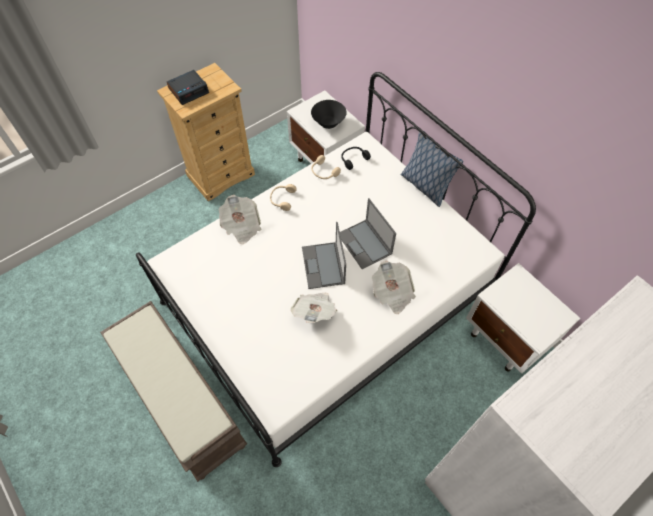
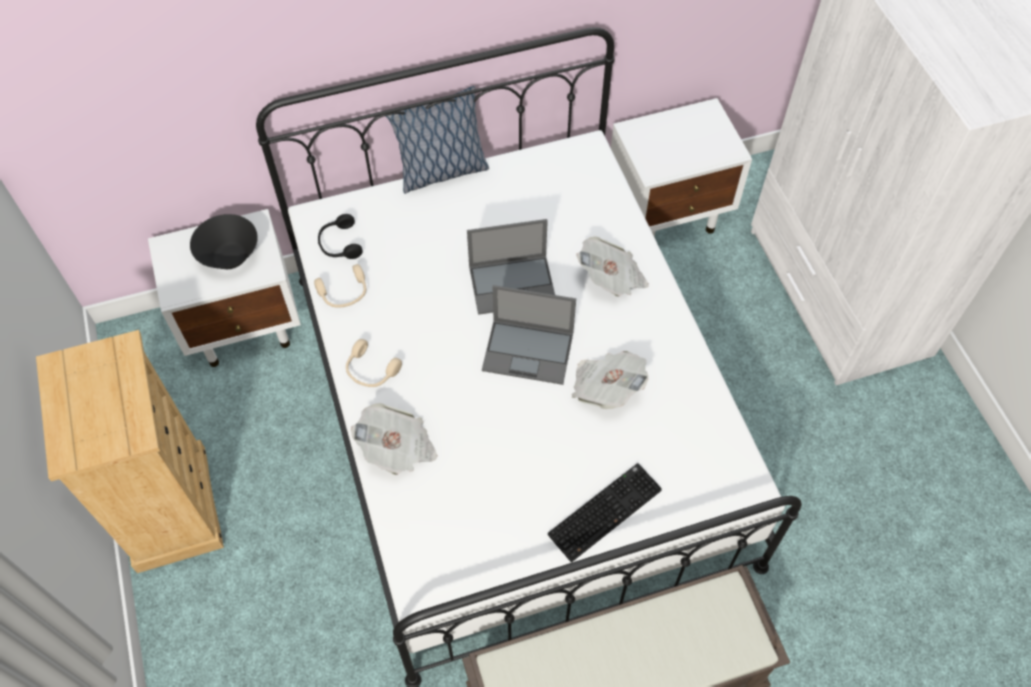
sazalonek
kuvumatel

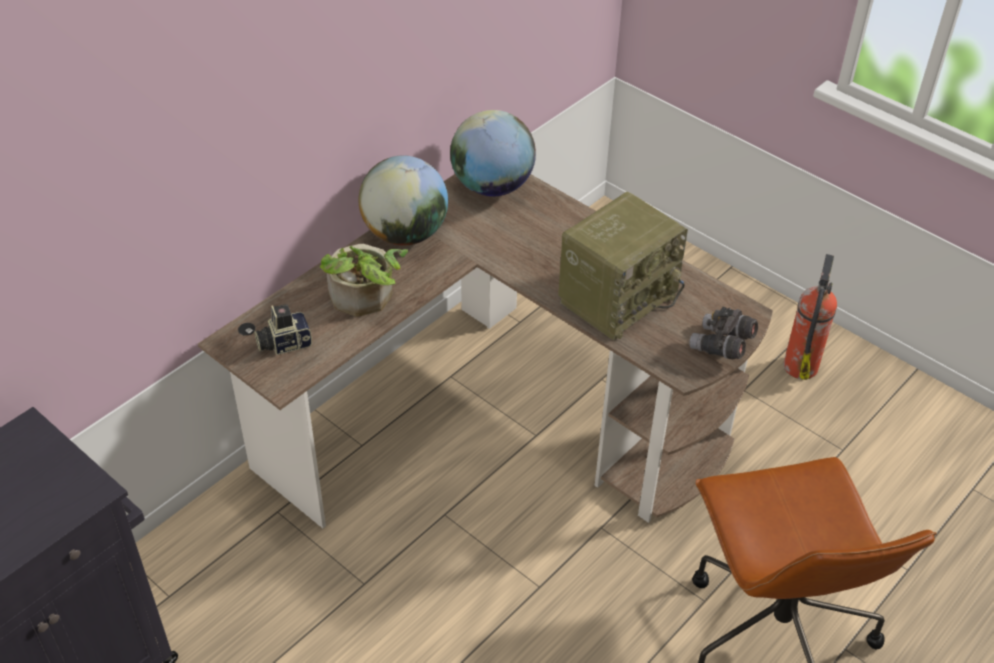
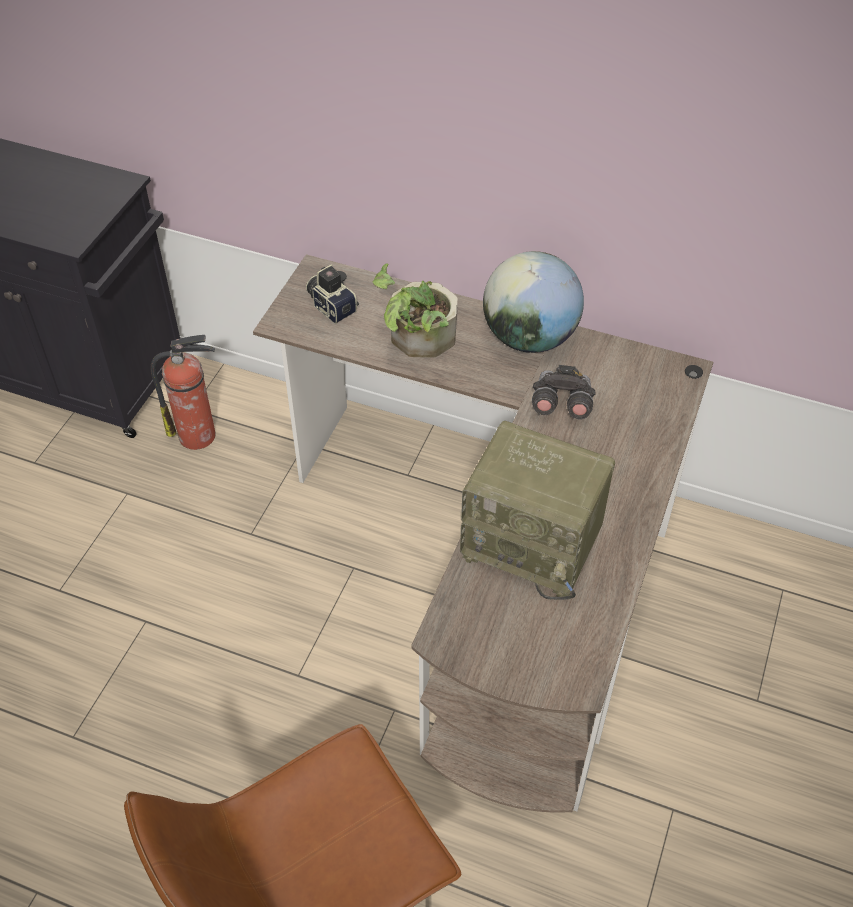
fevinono (2nd from left in the first image)
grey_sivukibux
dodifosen

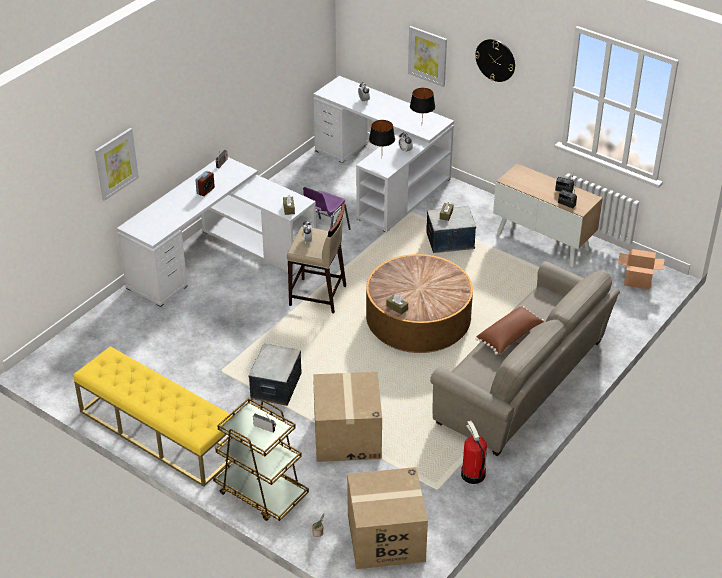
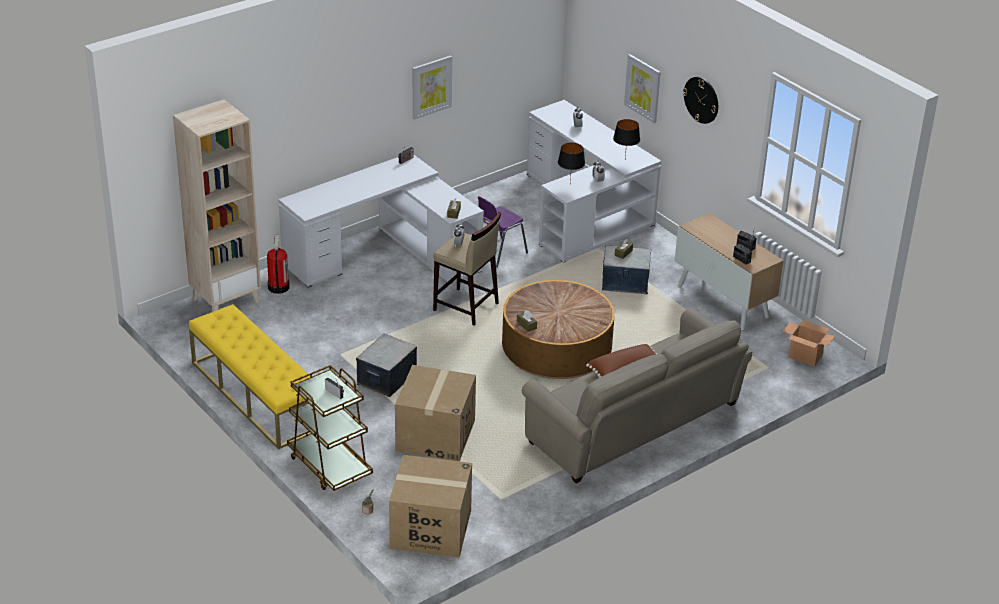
sazalonek (1st from left in the first image)
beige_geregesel
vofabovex (1st from left)
dodifosen

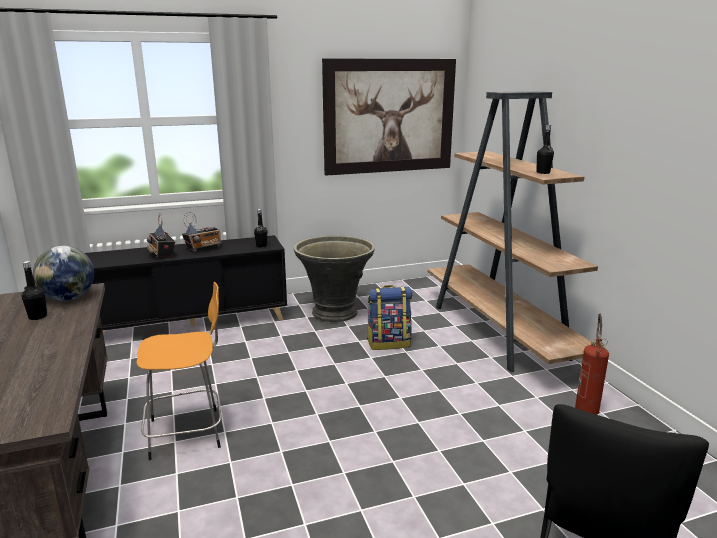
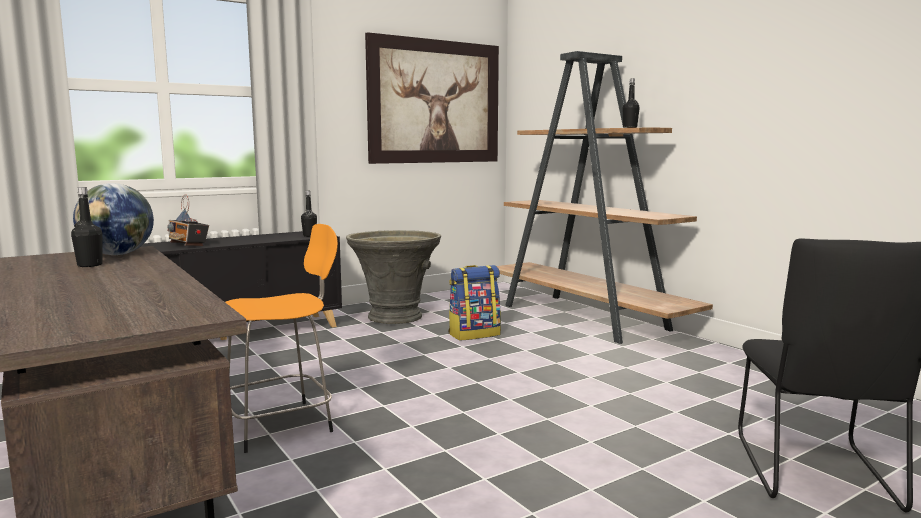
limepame (2nd from left in the first image)
dodifosen

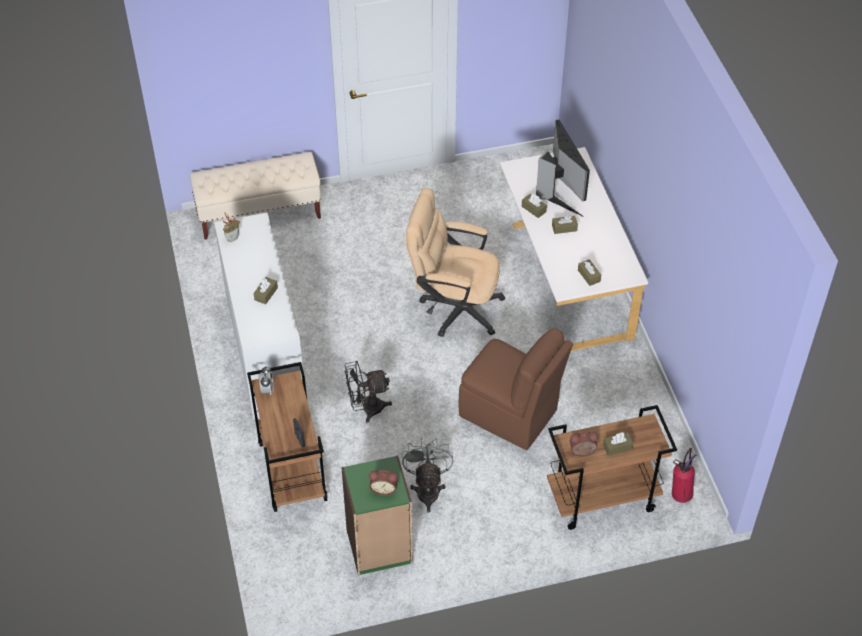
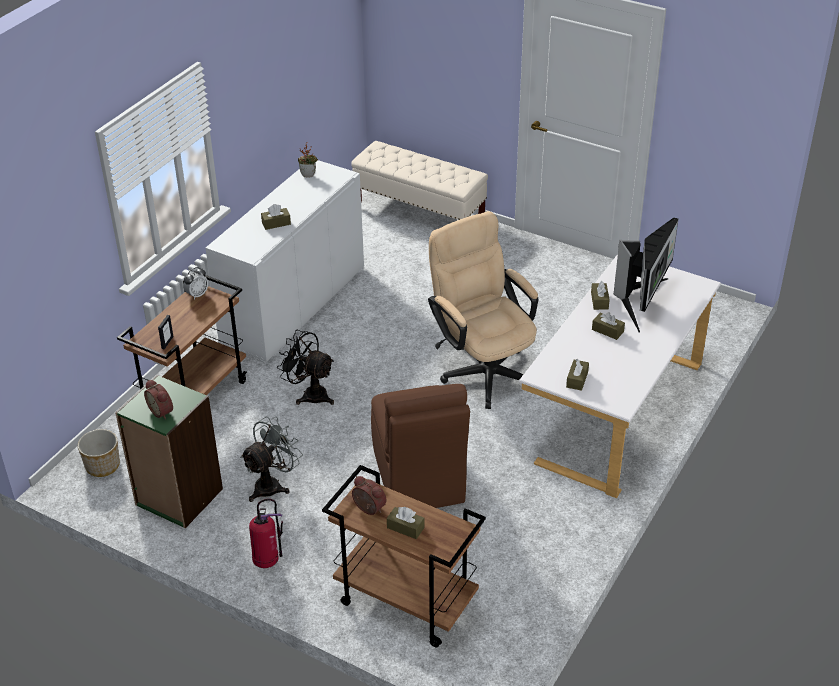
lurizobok
dodifosen

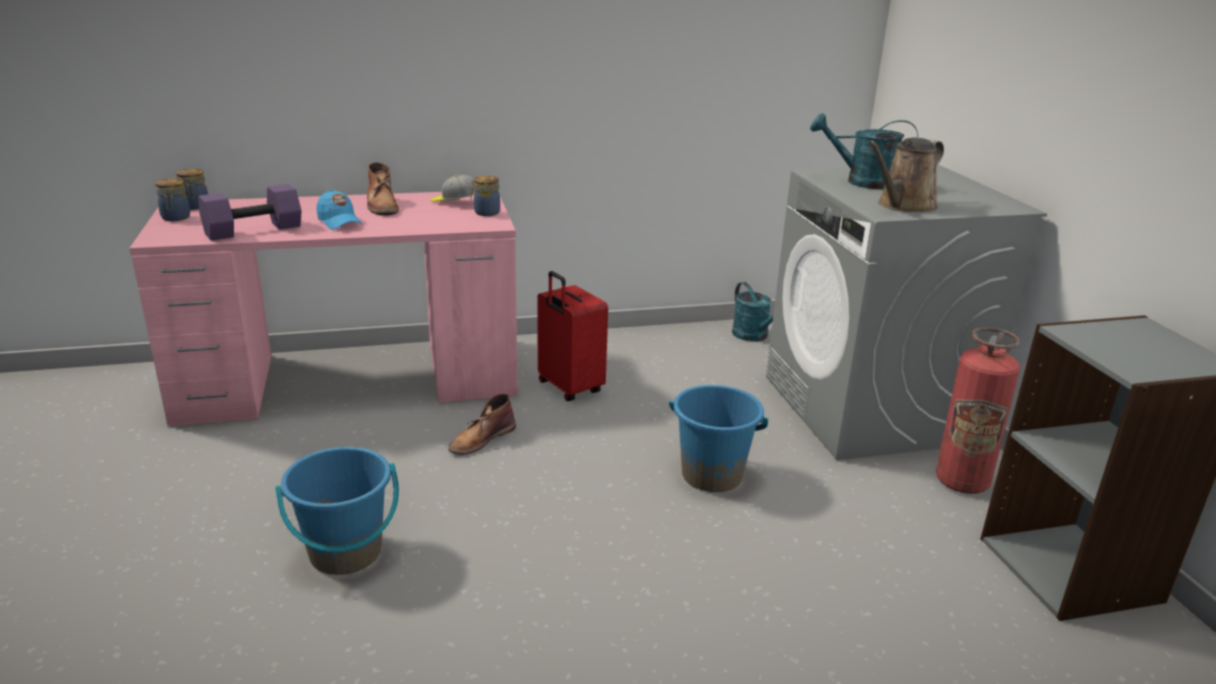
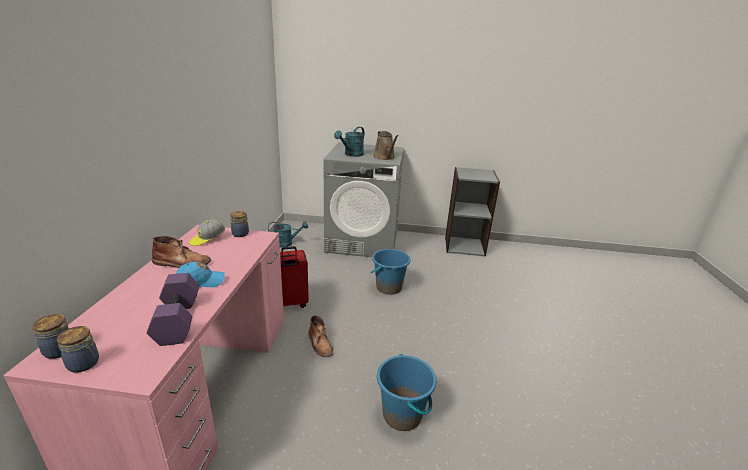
dodifosen

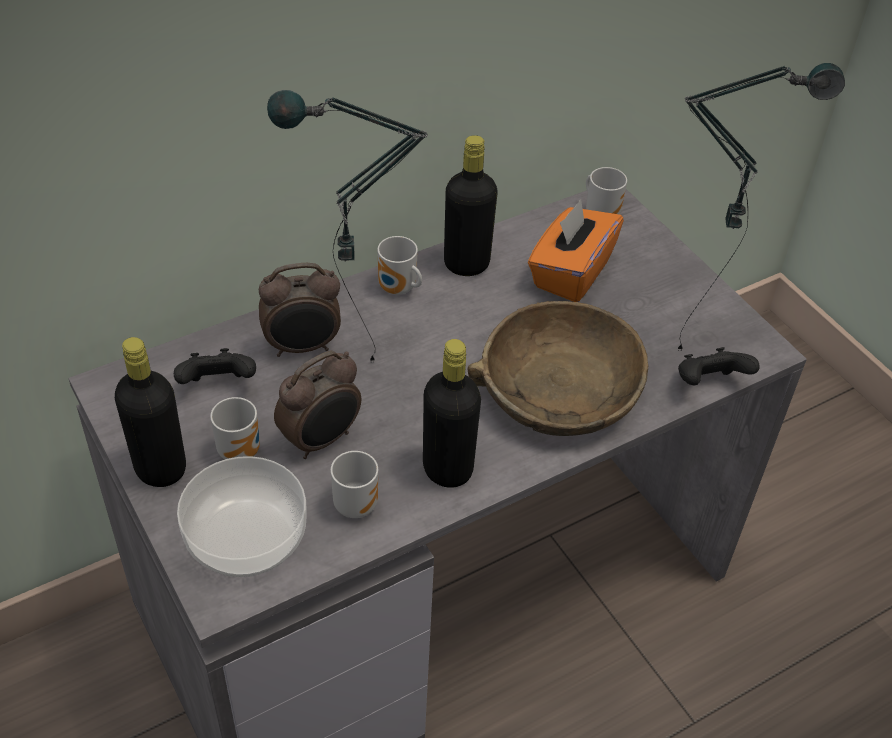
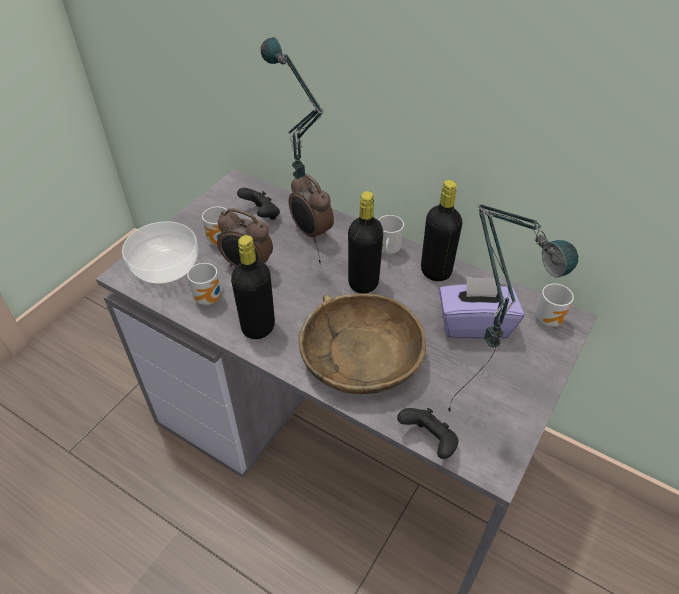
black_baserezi (2nd from left)
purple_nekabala

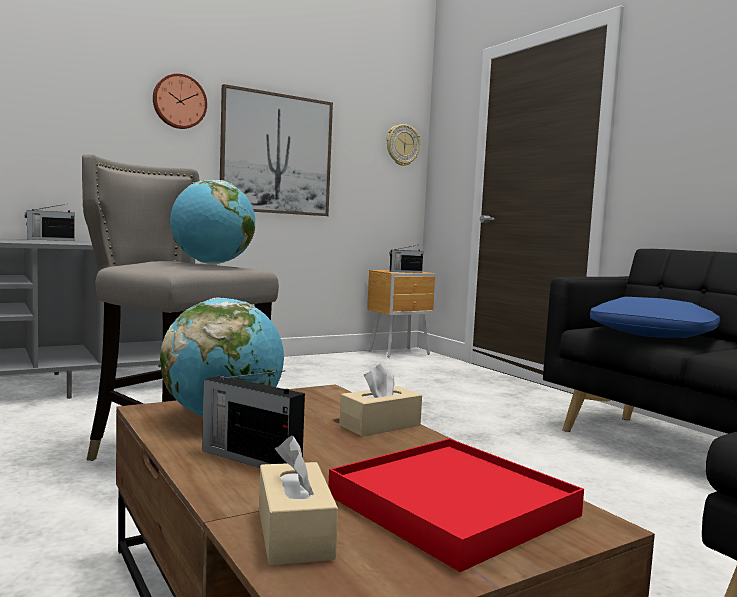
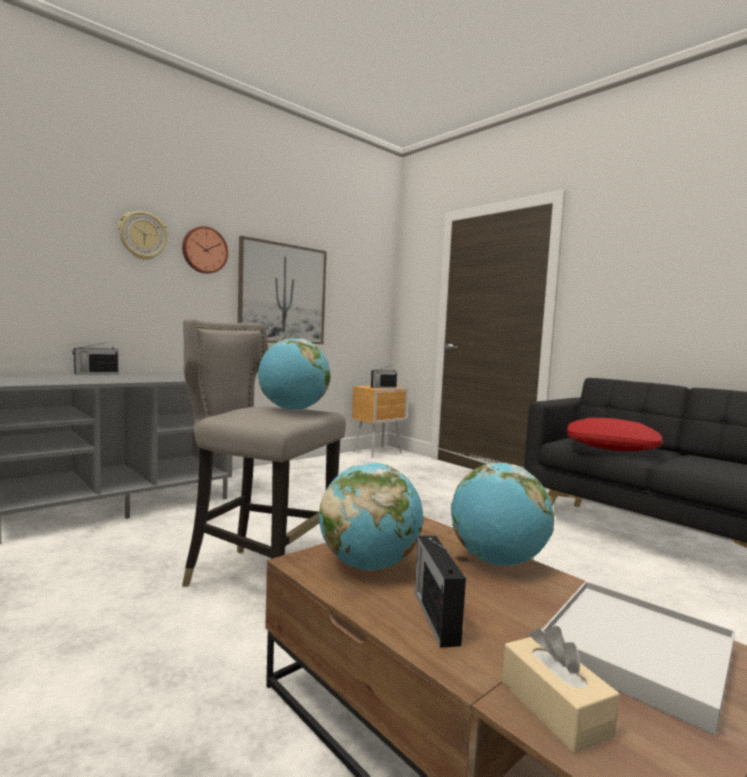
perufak (1st from left)
fevinono (3rd from left)
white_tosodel
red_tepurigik
limepame (3rd from left)

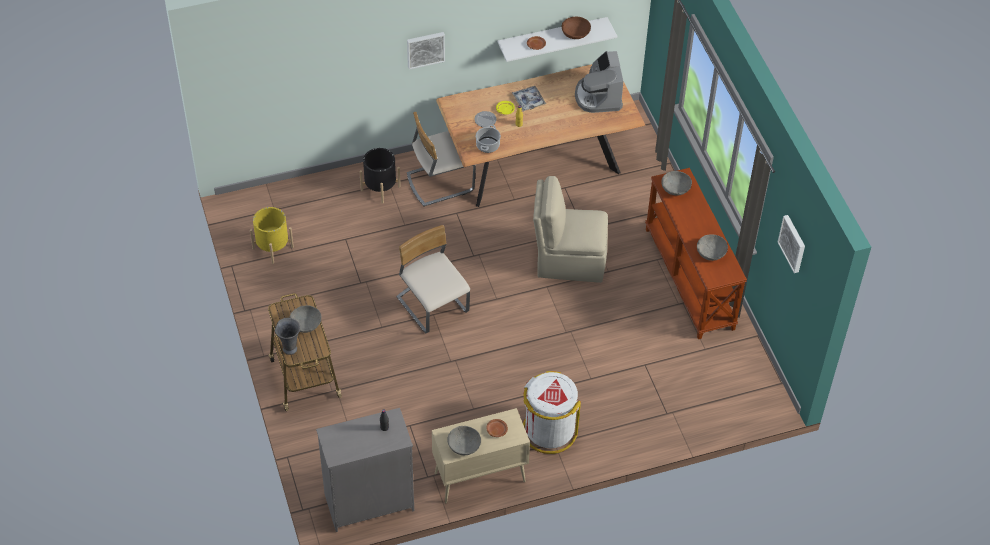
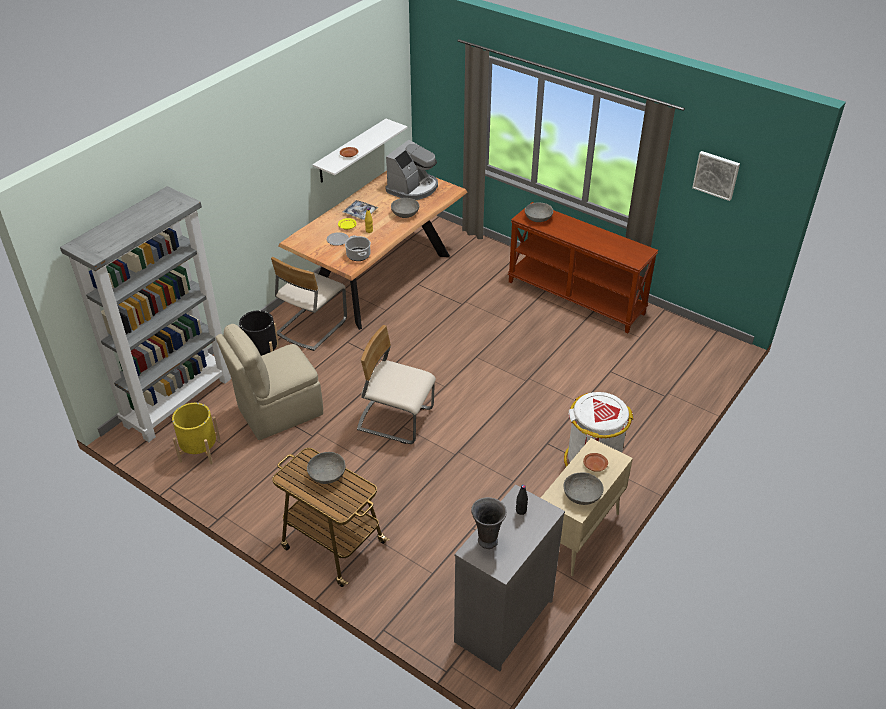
vofabovex (1st from left in the first image)
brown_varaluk
grey_geregesel
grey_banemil
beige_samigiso (1st from left)
grey_varaluk (2nd from left)
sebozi

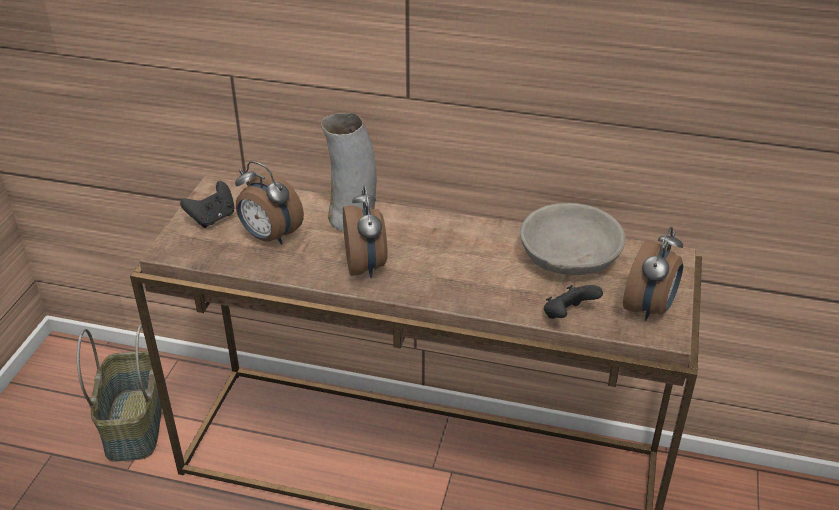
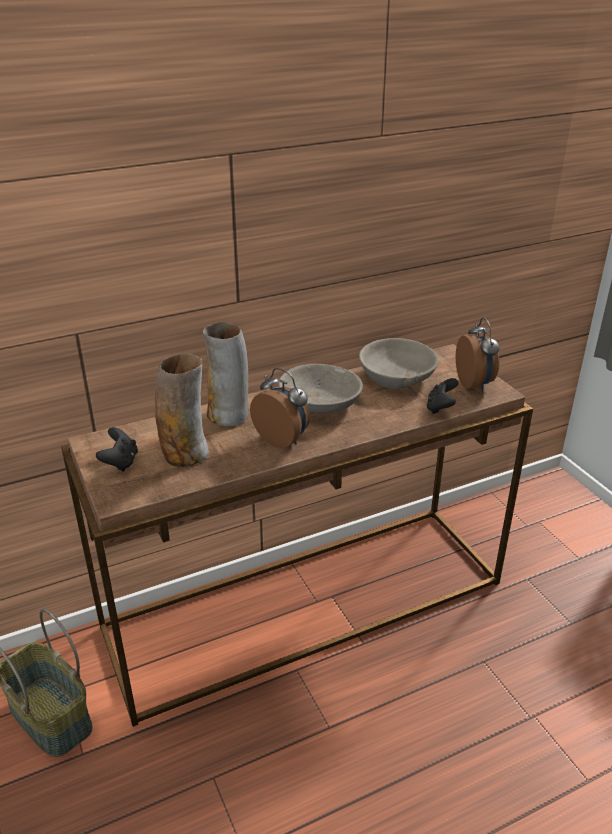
grey_varaluk (1st from left)
banemil (1st from left)

